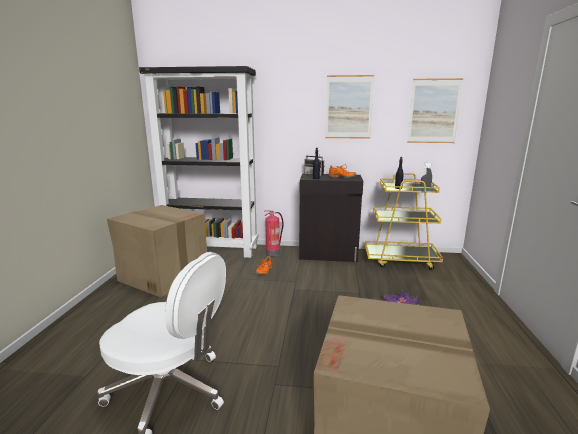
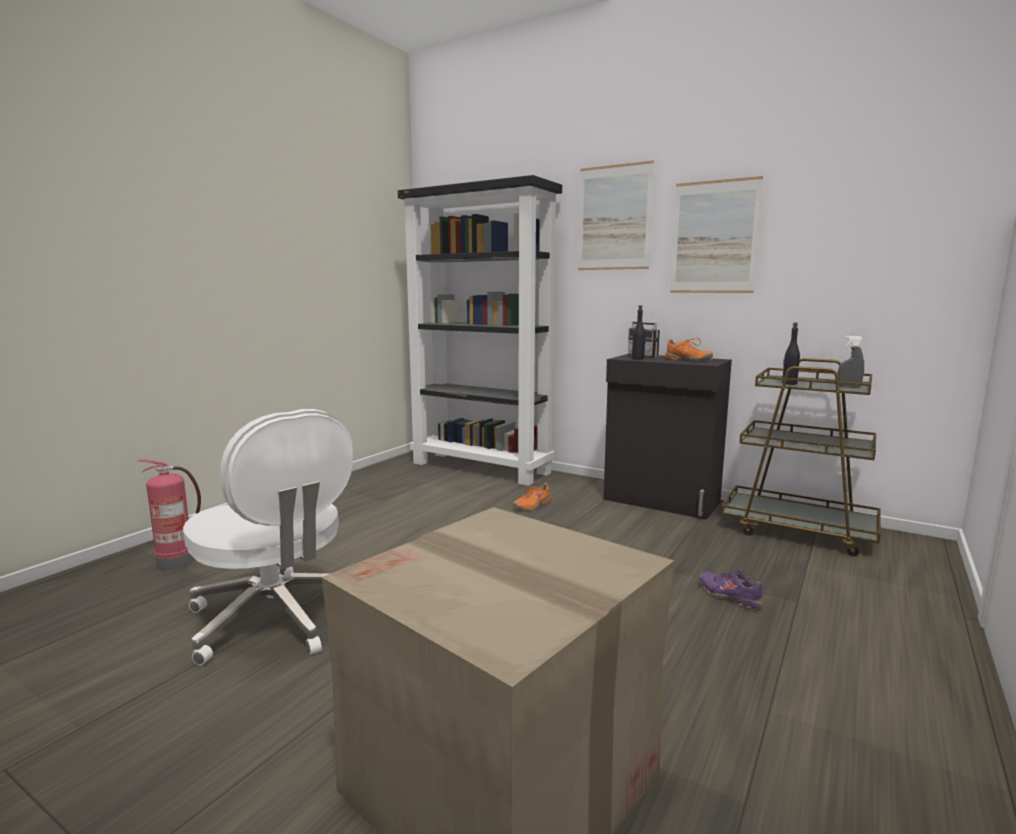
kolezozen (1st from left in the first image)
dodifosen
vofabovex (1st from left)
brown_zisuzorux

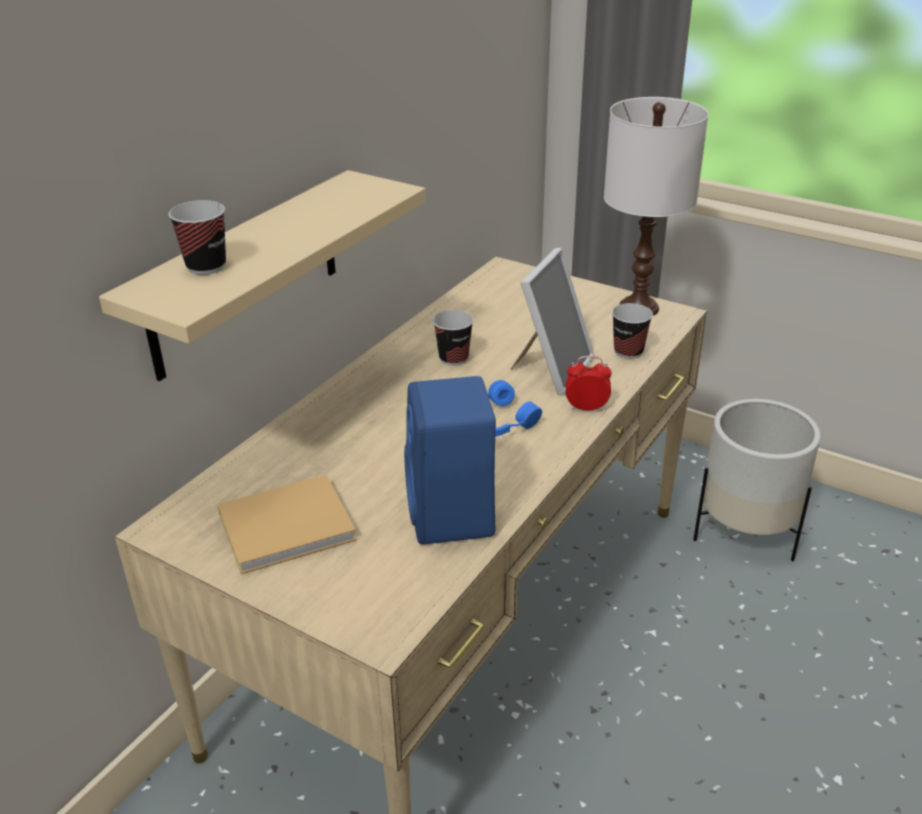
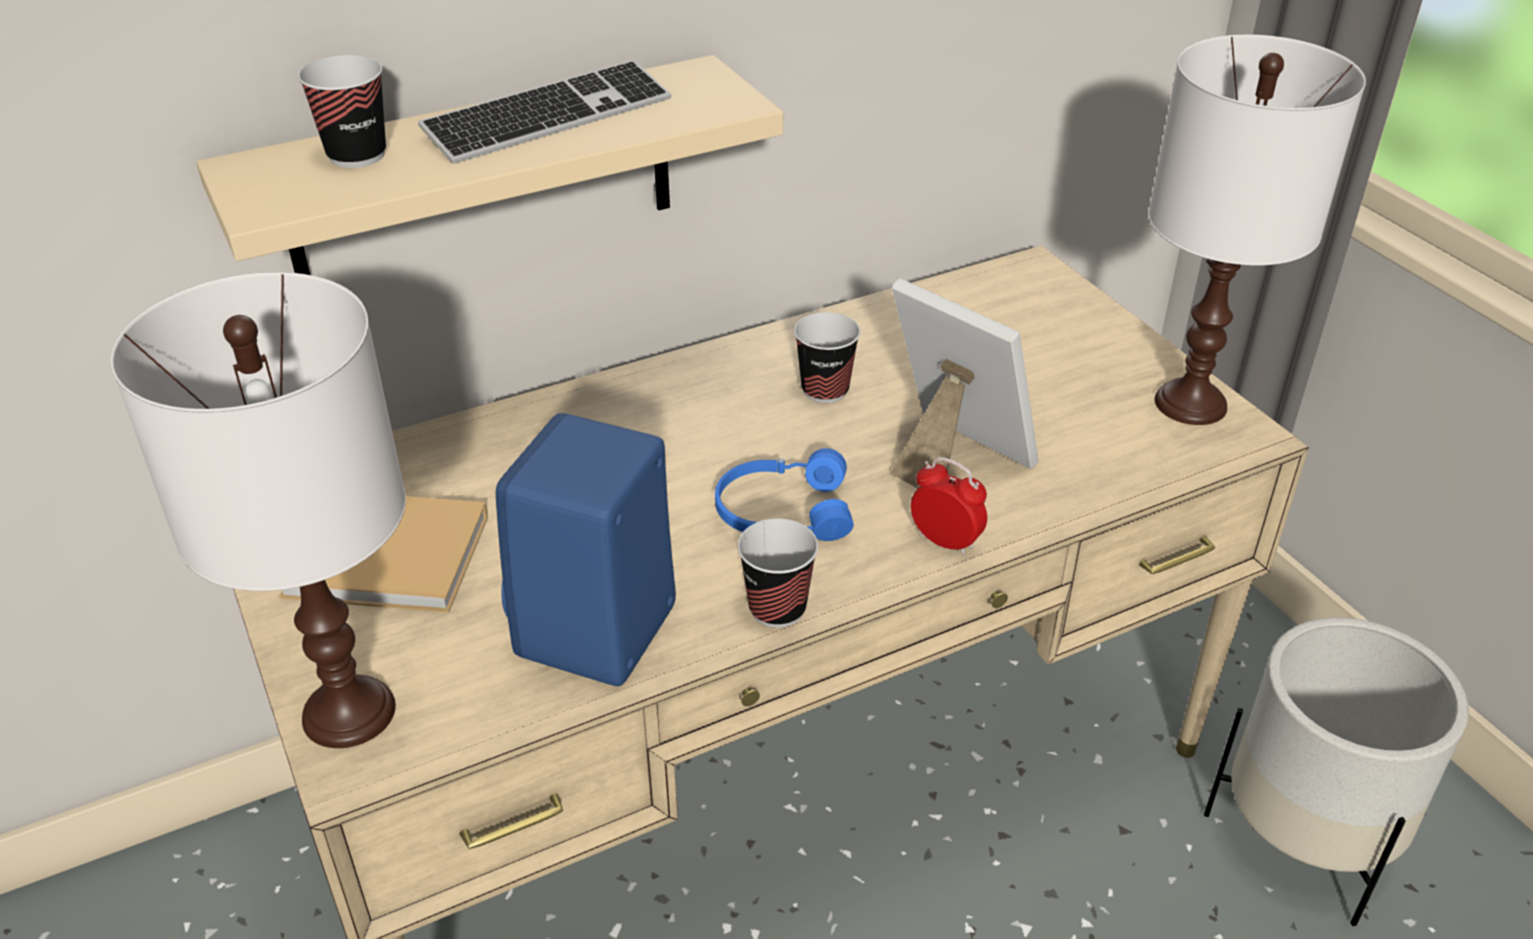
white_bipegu (1st from left)
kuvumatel
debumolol (2nd from left)
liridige

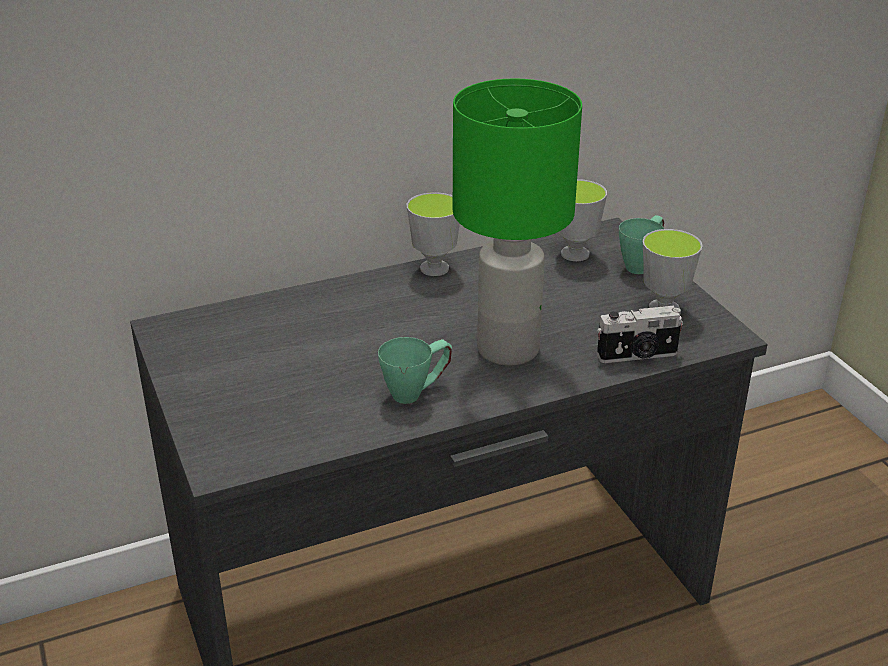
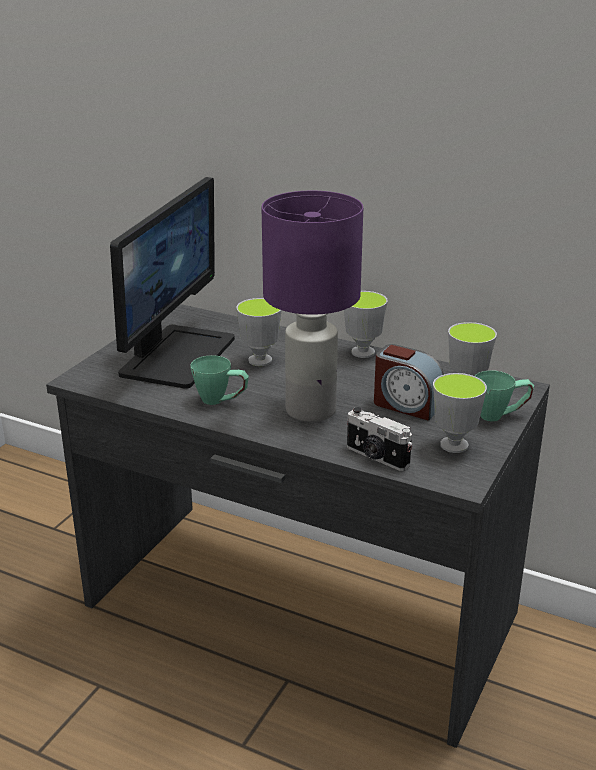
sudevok
debumolol (1st from left)
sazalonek
purple_bipegu

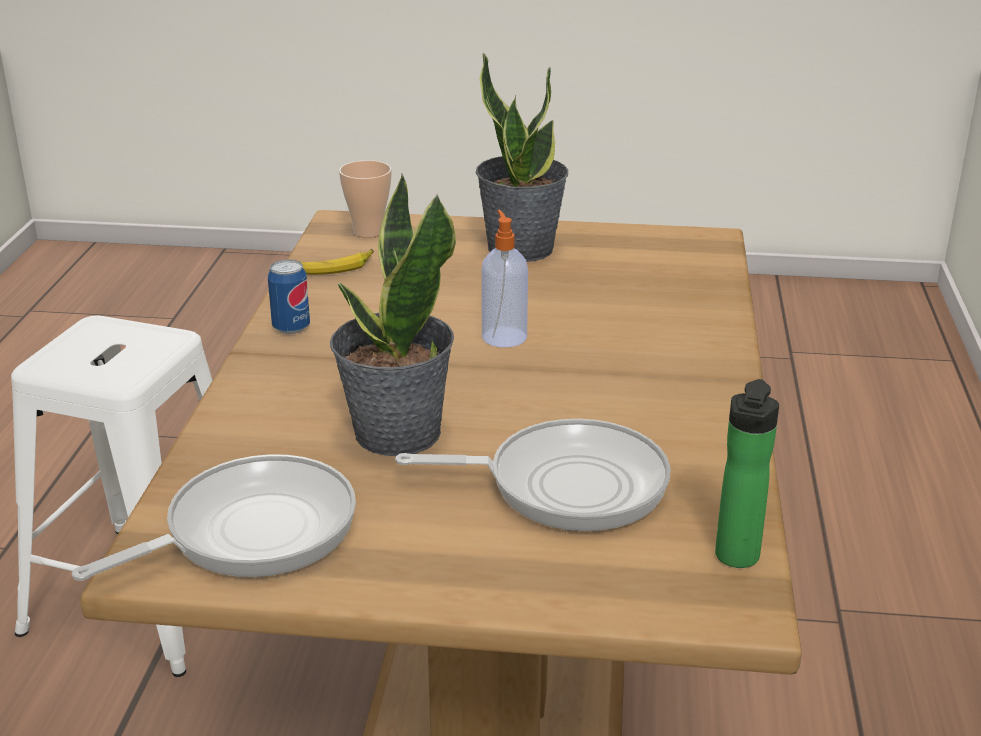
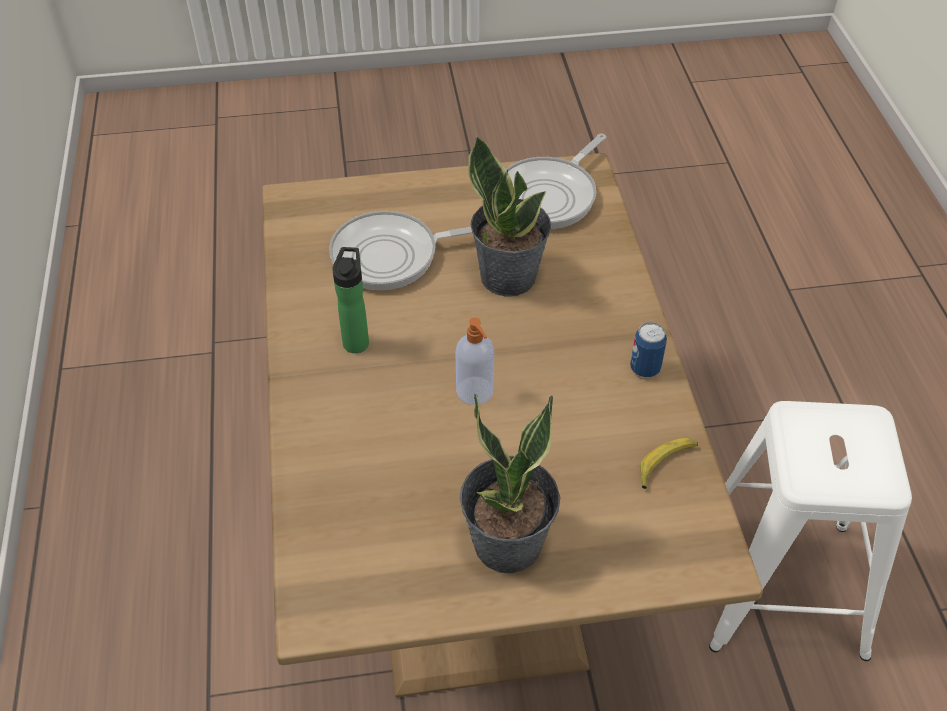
debumolol
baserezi

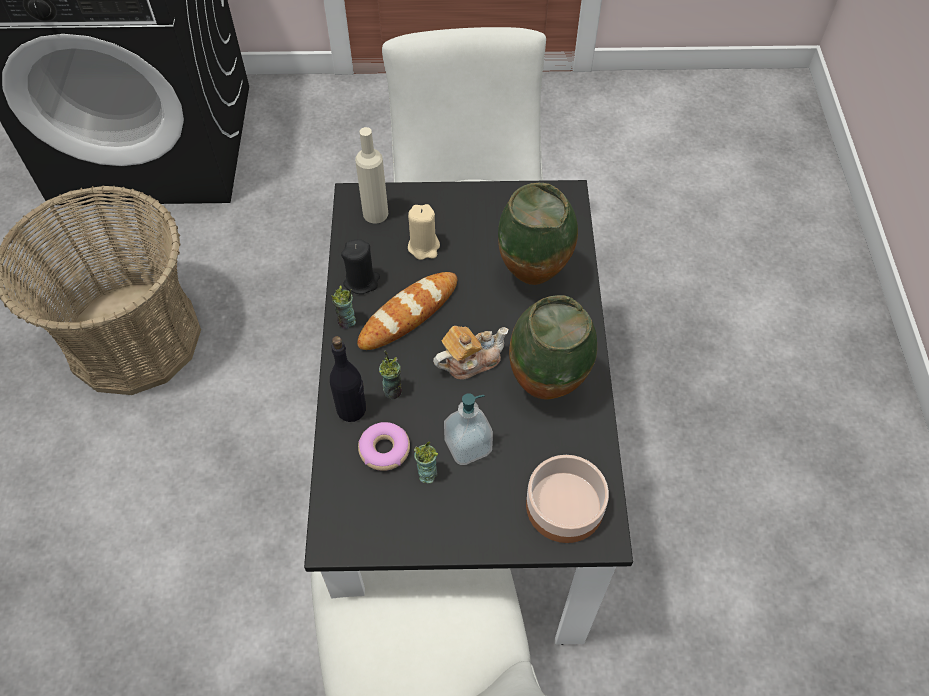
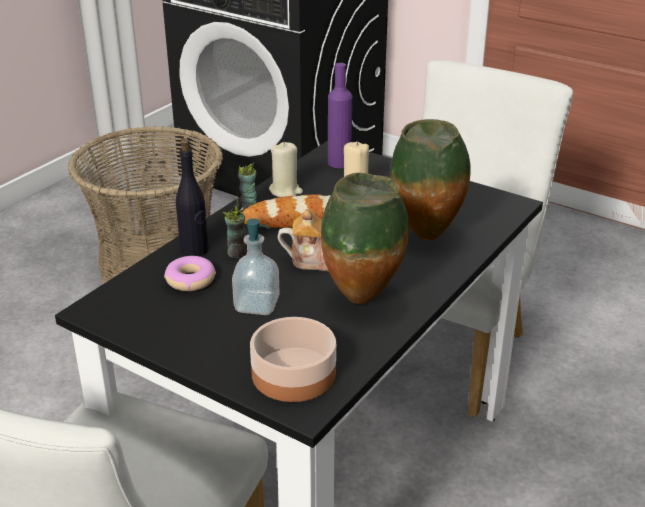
debumolol (3rd from left in the first image)
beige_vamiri (1st from left)
purple_baserezi

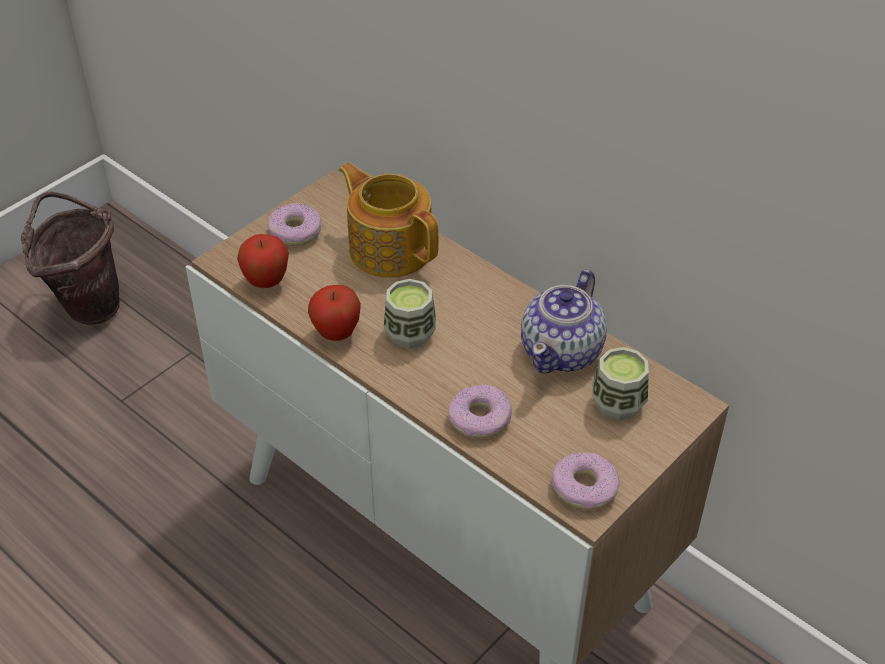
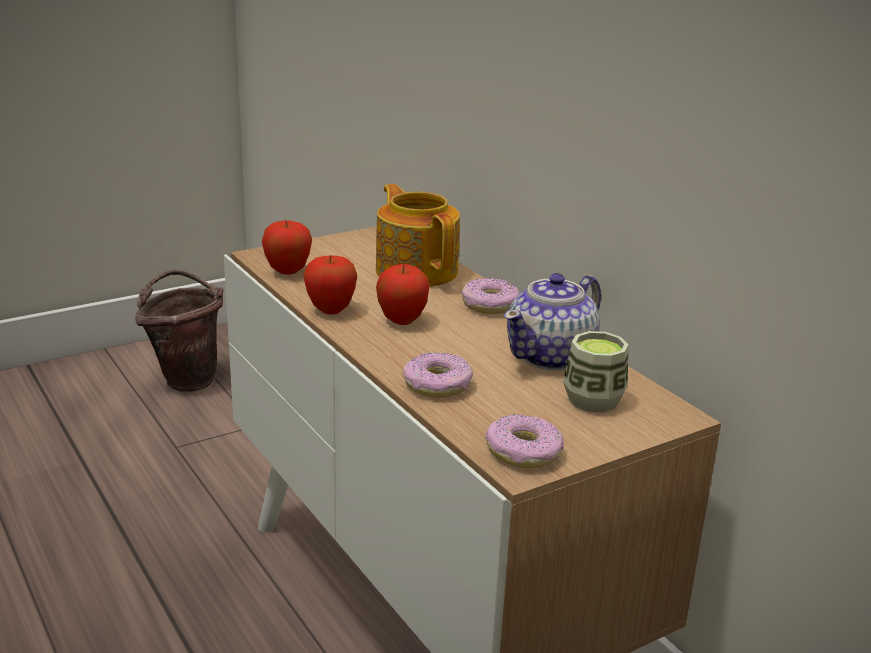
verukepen (2nd from left)
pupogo (3rd from left)

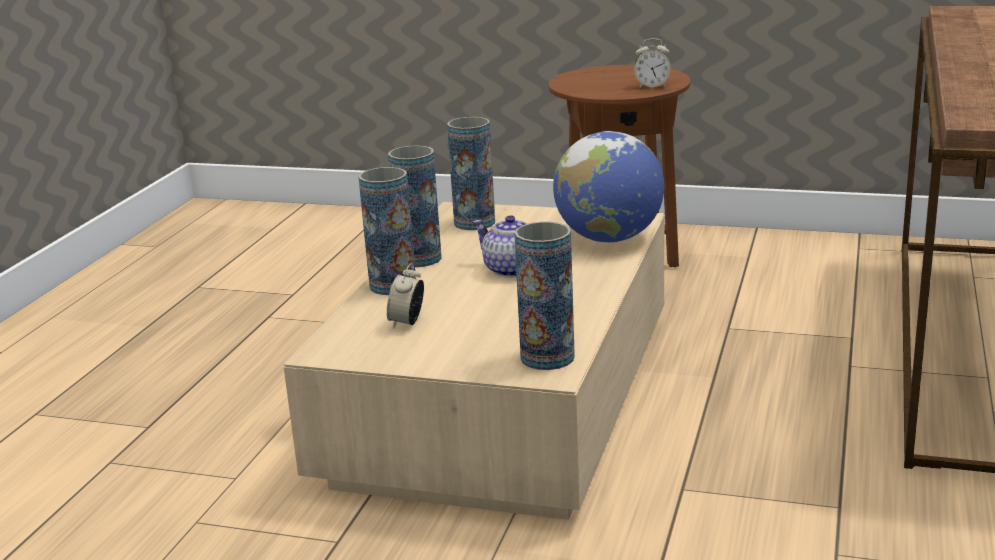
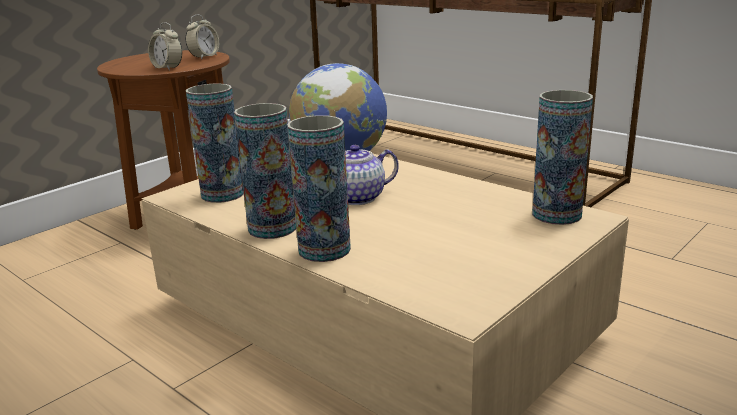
sazalonek (1st from left)

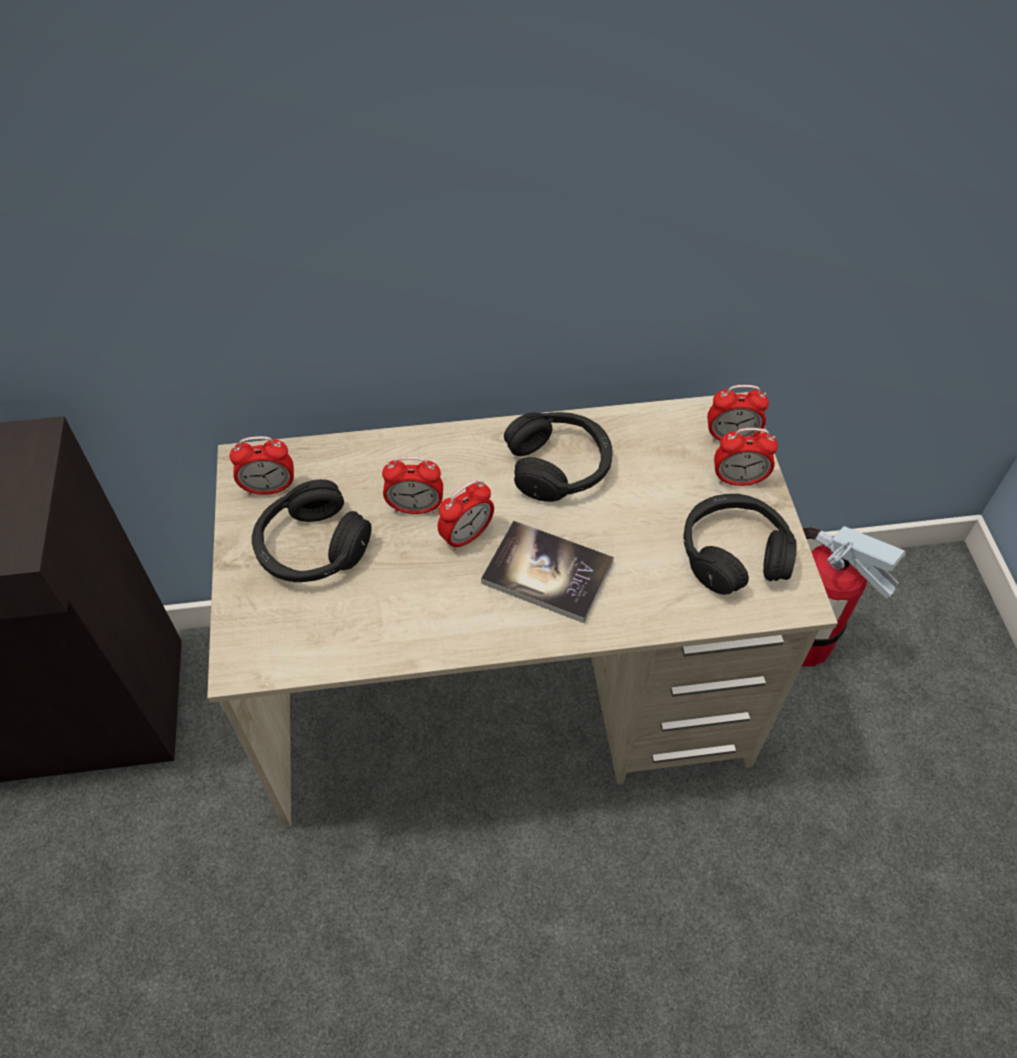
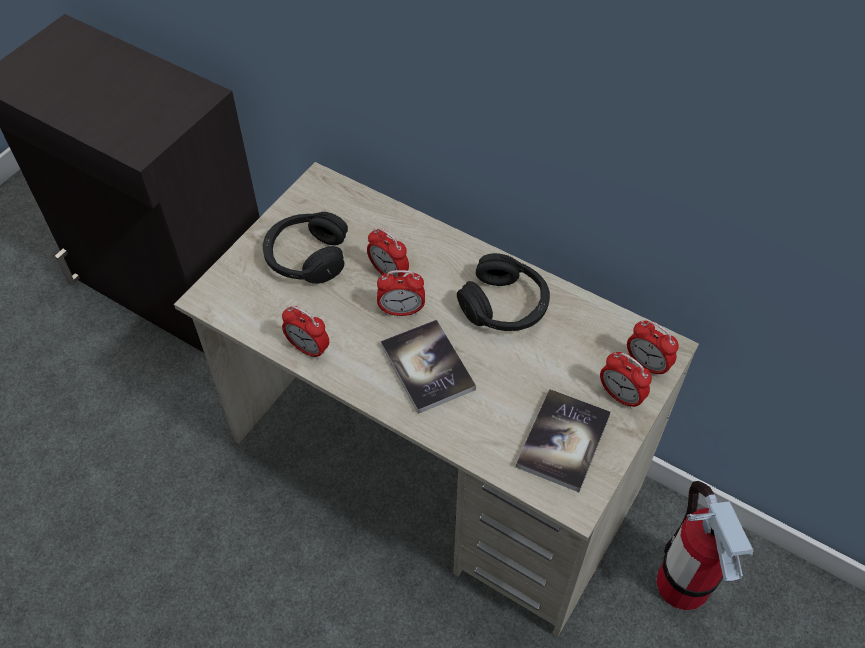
sazalonek (1st from left)
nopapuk (2nd from left)

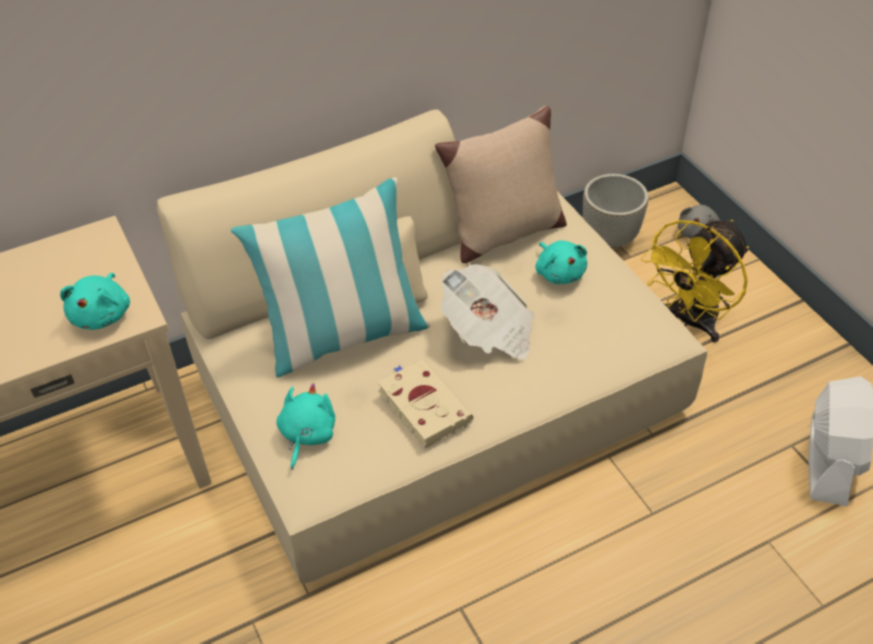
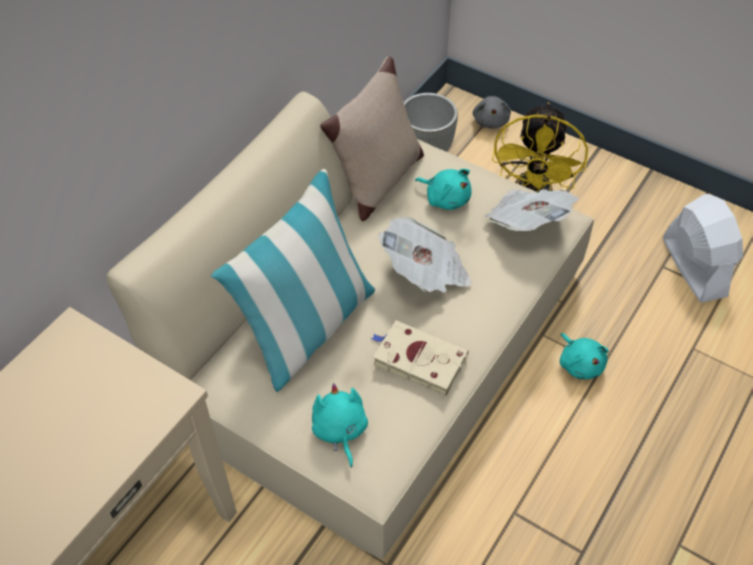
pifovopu (2nd from left)
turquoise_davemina (3rd from left)

